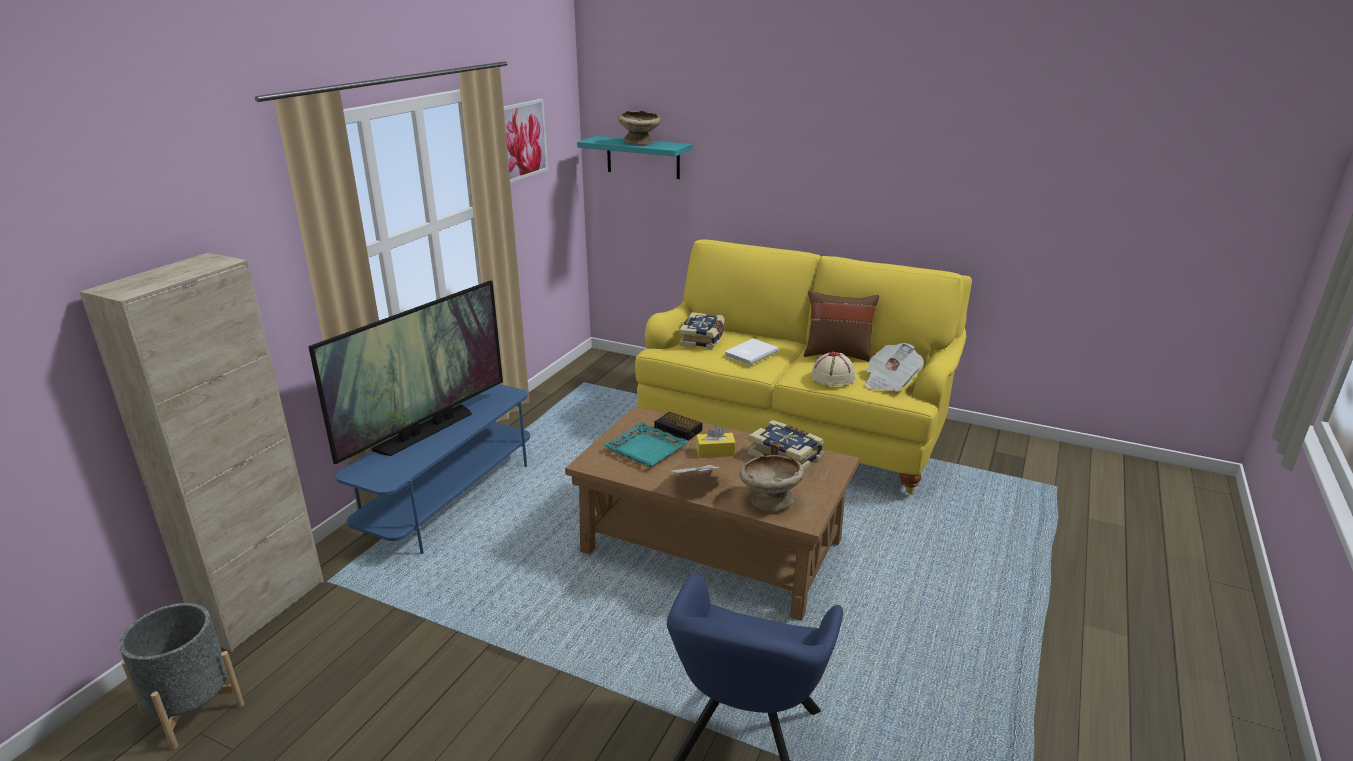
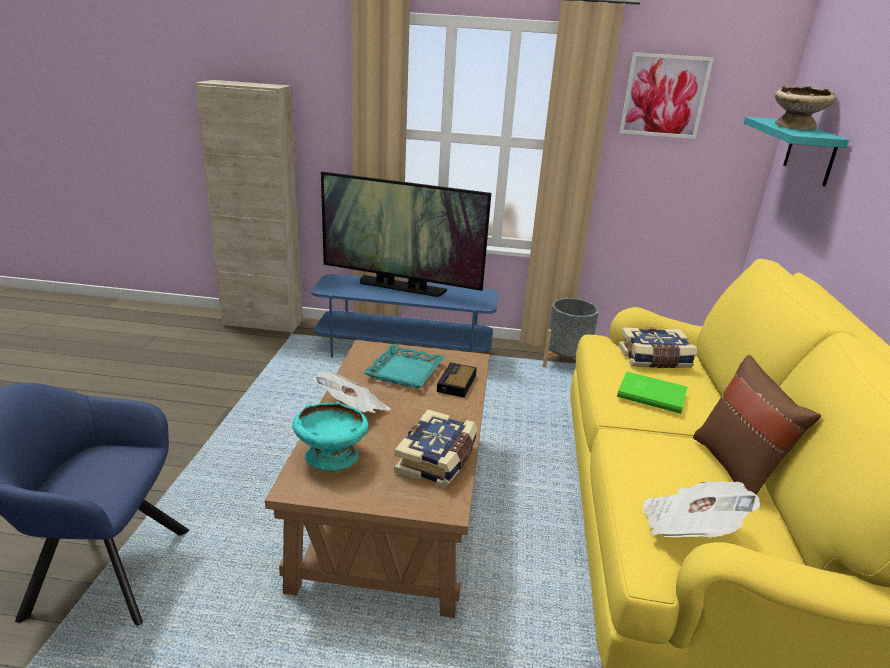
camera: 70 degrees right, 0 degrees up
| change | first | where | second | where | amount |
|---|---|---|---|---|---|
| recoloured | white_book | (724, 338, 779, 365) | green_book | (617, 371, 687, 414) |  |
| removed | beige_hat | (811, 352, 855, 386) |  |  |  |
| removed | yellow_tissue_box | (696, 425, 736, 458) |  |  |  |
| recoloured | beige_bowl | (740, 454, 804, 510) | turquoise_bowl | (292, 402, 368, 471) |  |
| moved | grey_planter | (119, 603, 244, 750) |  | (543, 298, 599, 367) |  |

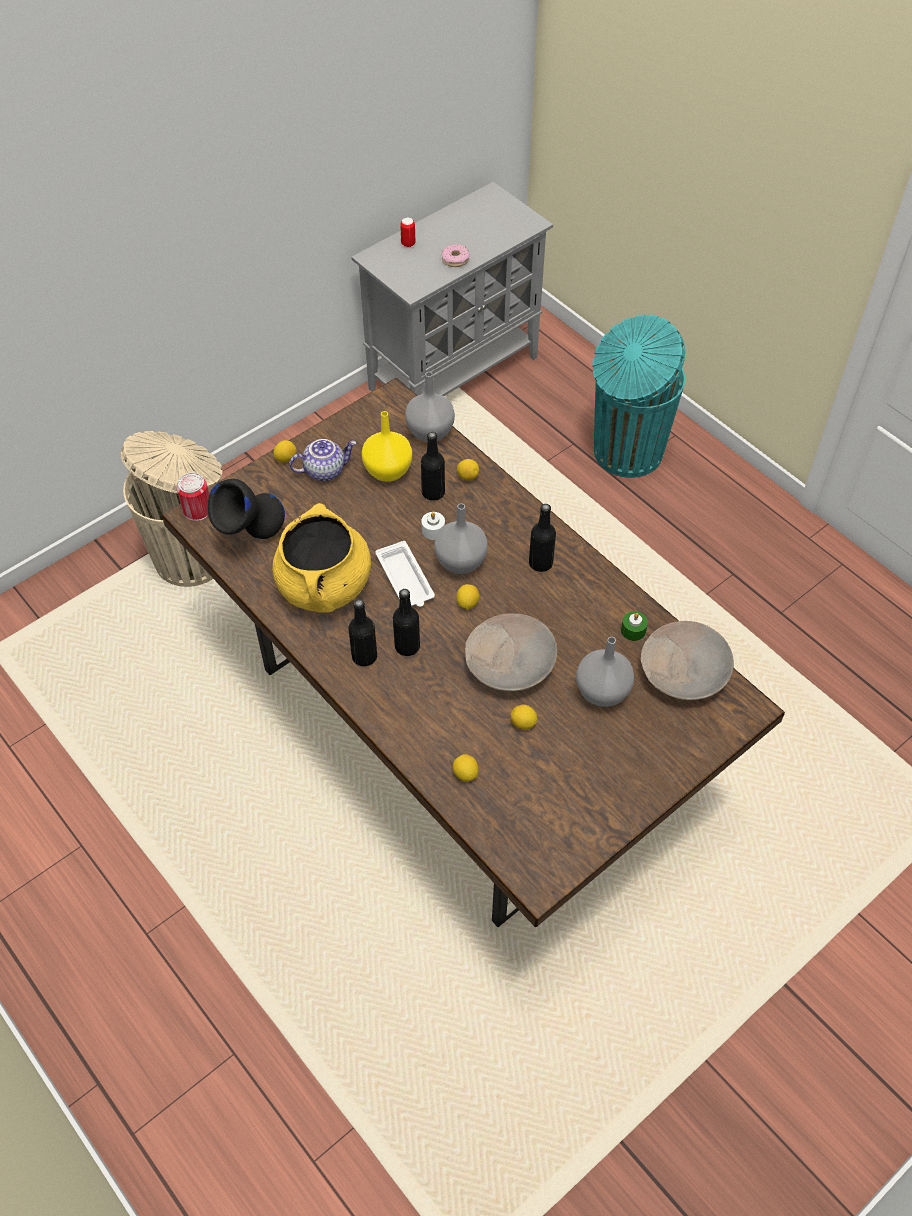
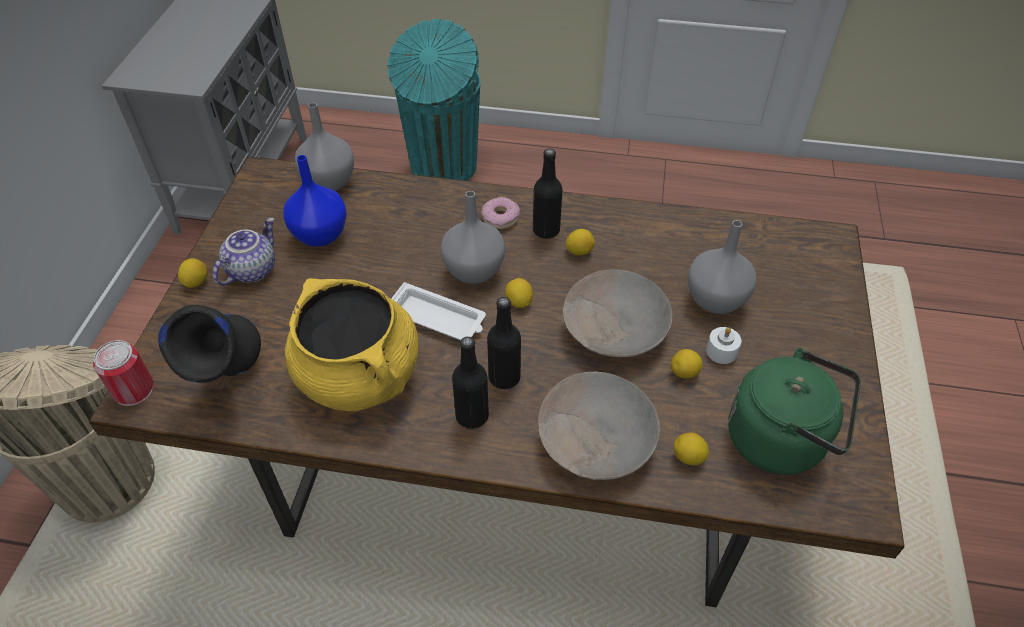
camera: 40 degrees left, 5 degrees down
| change | first | where | second | where | amount |
|---|---|---|---|---|---|
| removed | can | (400, 218, 416, 247) |  |  |  |
| moved | donut | (441, 244, 470, 267) |  | (482, 197, 520, 229) |  |
| recoloured | yellow_vase | (362, 411, 412, 482) | blue_vase | (283, 155, 347, 247) |  |
| removed | black_bottle | (421, 432, 445, 501) |  |  |  |
| moved | lemon | (457, 459, 479, 481) |  | (566, 229, 595, 256) |  |
| moved | white_candle | (421, 512, 445, 540) |  | (706, 327, 741, 364) |  |
| removed | green_candle | (621, 611, 648, 641) |  |  |  |
| moved | beige_bowl | (641, 621, 734, 701) |  | (538, 372, 660, 480) |  |
| added |  |  | green_kettle | (728, 348, 861, 475) |  |

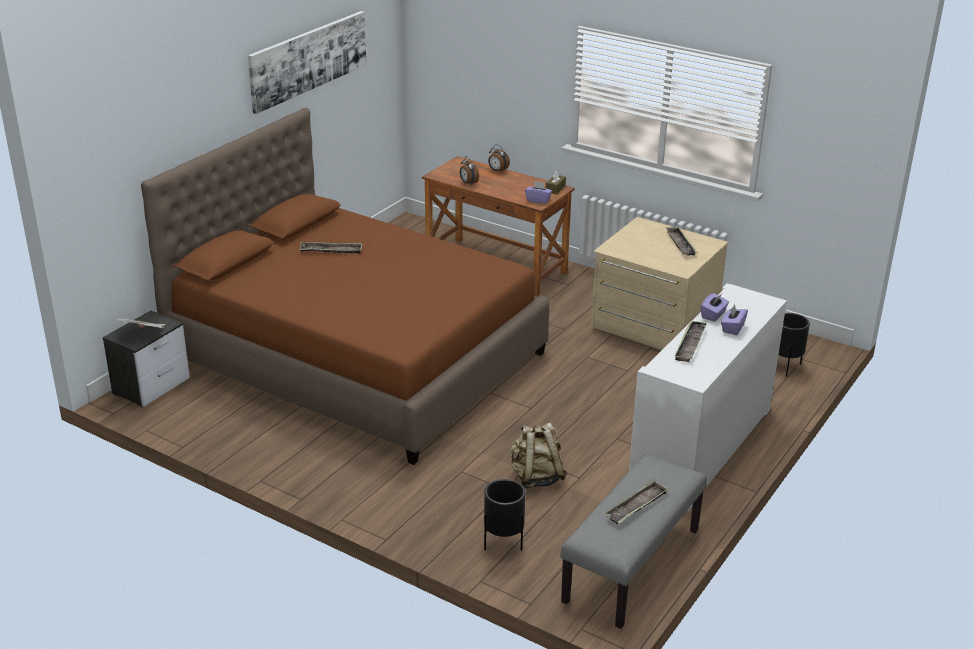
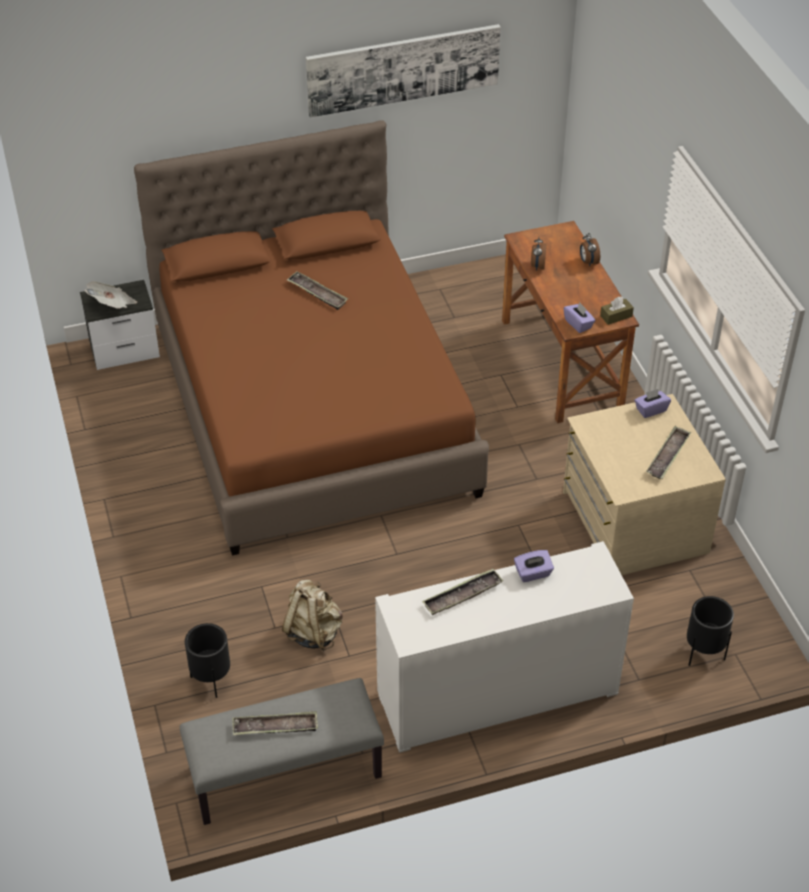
camera: 40 degrees right, 15 degrees up
| change | first | where | second | where | amount |
|---|---|---|---|---|---|
| moved | purple_tissue_box | (721, 305, 748, 335) |  | (635, 389, 671, 418) |  |

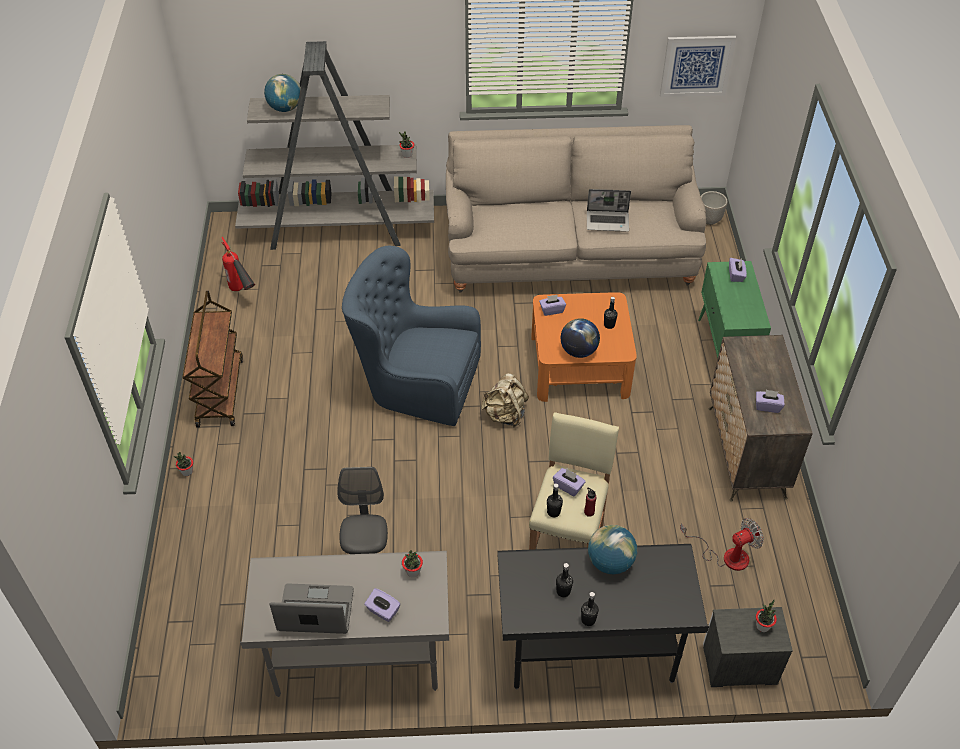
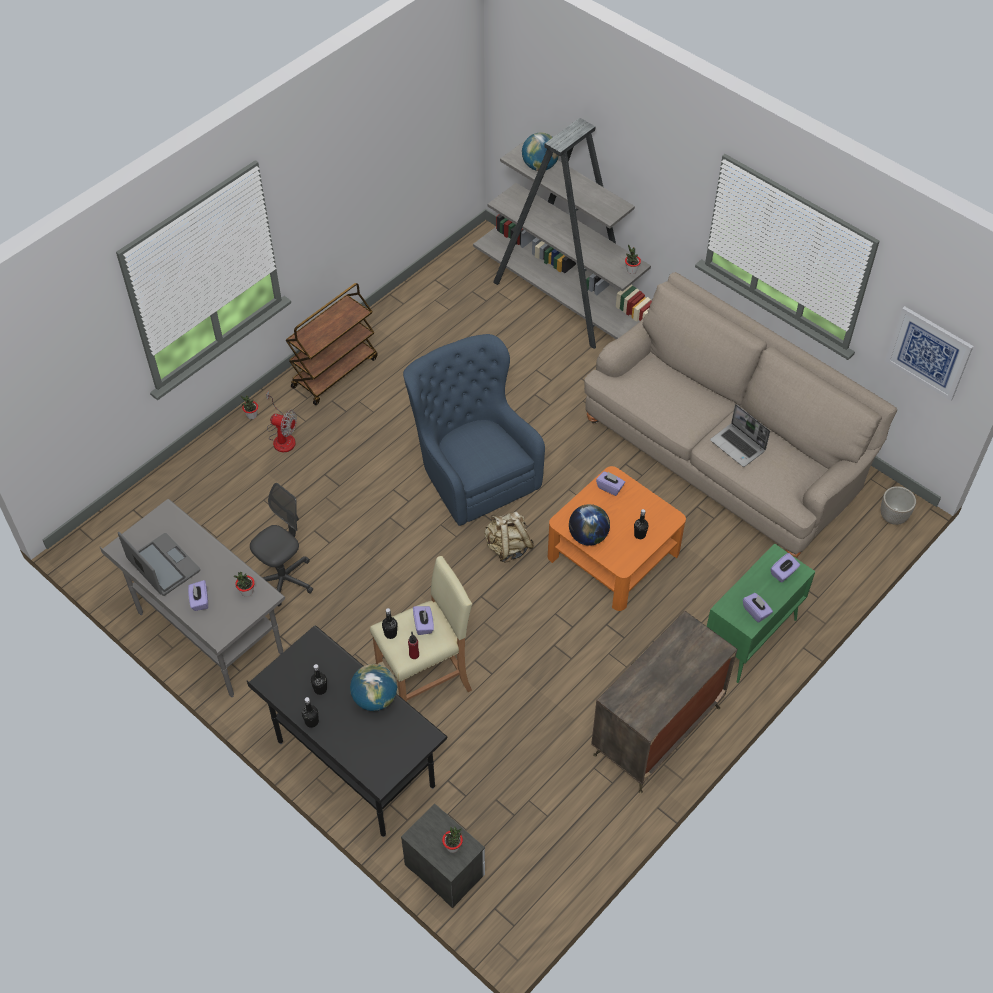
camera: 45 degrees right, 5 degrees up
| change | first | where | second | where | amount |
|---|---|---|---|---|---|
| removed | fire_extinguisher | (221, 237, 255, 291) |  |  |  |
| moved | purple_tissue_box | (756, 389, 785, 413) |  | (743, 593, 773, 622) |  |
| moved | fan | (680, 518, 764, 571) |  | (266, 390, 297, 452) |  |

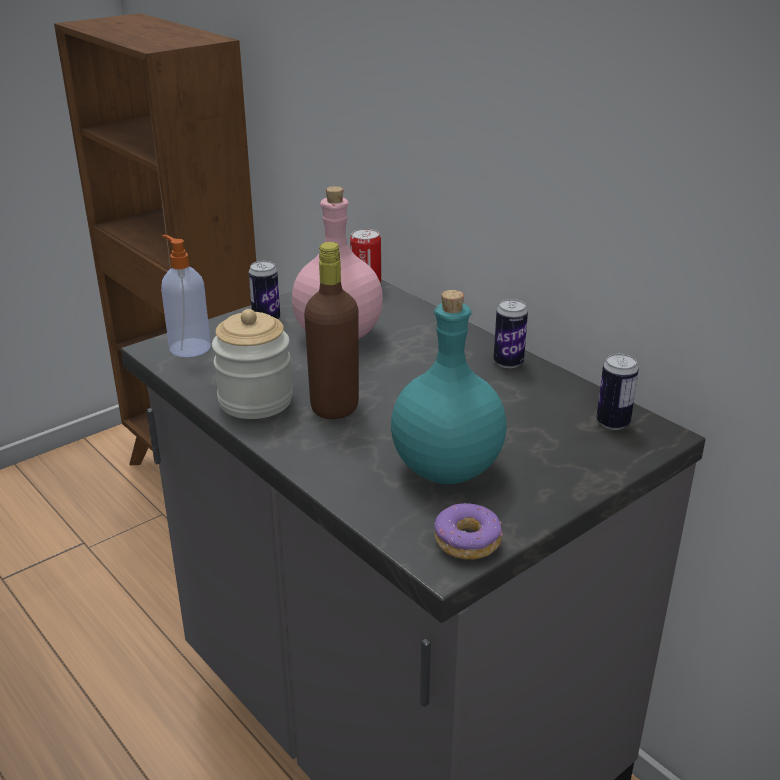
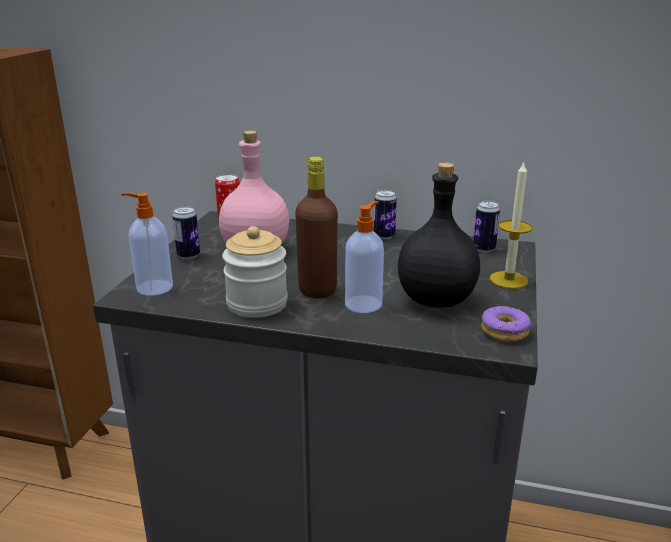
camera: 35 degrees left, 5 degrees down
| change | first | where | second | where | amount |
|---|---|---|---|---|---|
| recoloured | turquoise_bottle | (391, 290, 507, 484) | black_bottle | (398, 163, 480, 308) |  |
| added |  |  | candle | (490, 162, 533, 289) |  |
| added |  |  | soap_dispenser | (345, 201, 384, 313) |  |

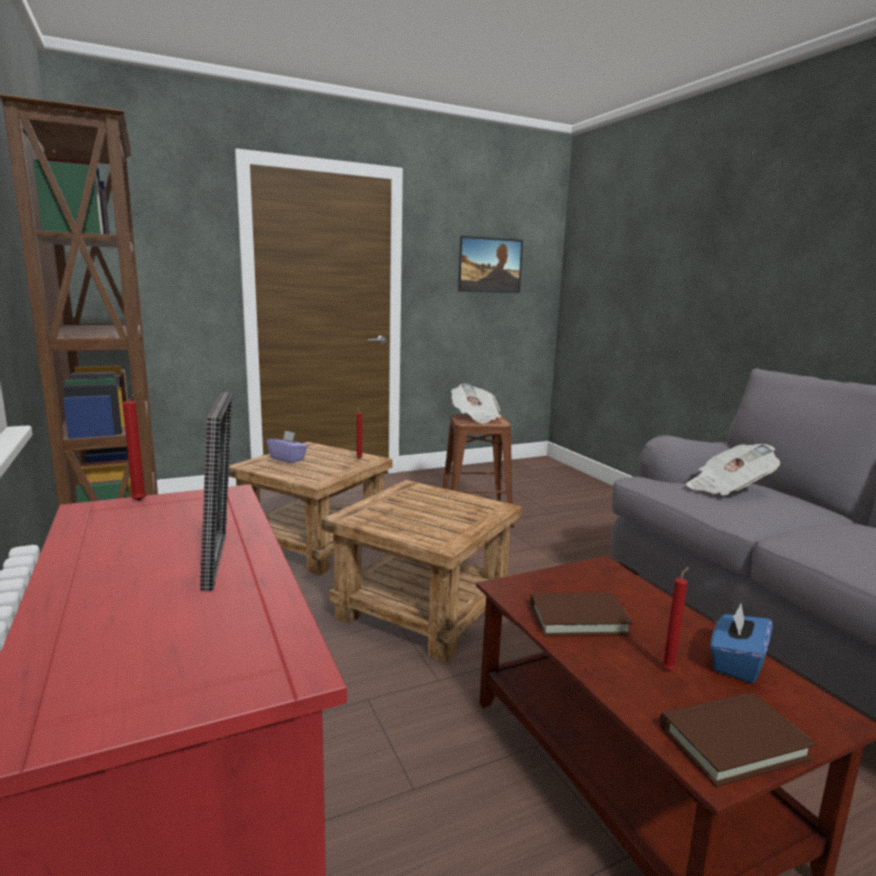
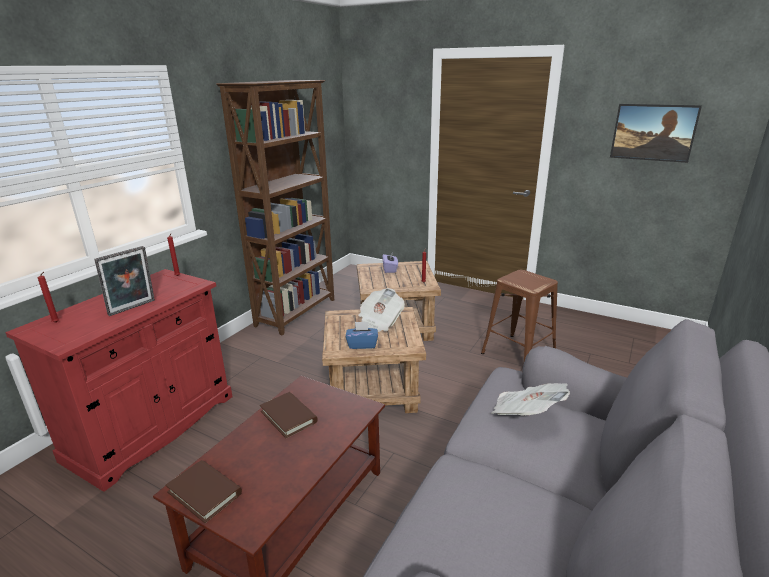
camera: 55 degrees right, 10 degrees up
| change | first | where | second | where | amount |
|---|---|---|---|---|---|
| moved | newspaper | (451, 384, 502, 424) |  | (358, 288, 405, 332) |  |
| moved | red_candle | (662, 567, 689, 671) |  | (38, 272, 59, 323) |  |
| moved | blue_tissue_box | (710, 604, 773, 684) |  | (345, 322, 378, 349) |  |

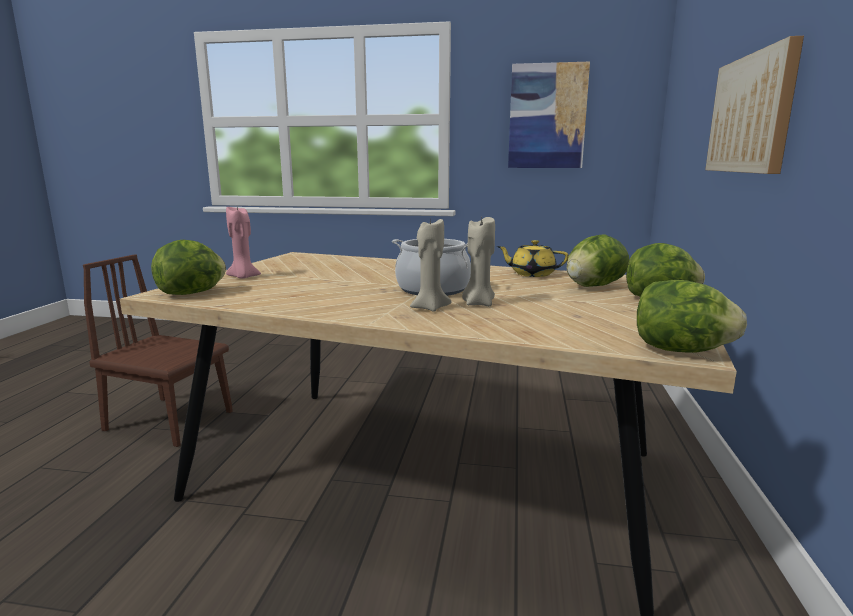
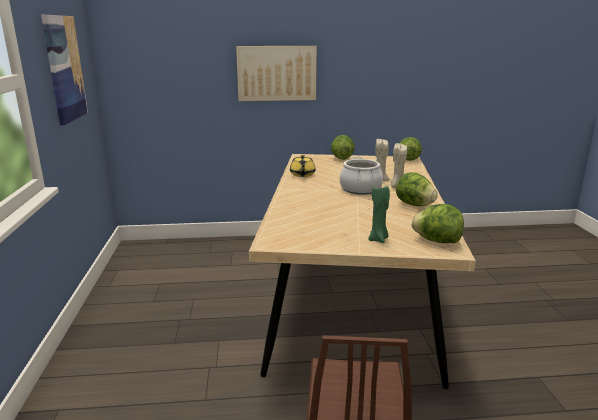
camera: 105 degrees left, 5 degrees up
| change | first | where | second | where | amount |
|---|---|---|---|---|---|
| recoloured | pink_candle | (226, 207, 261, 279) | green_candle | (368, 186, 390, 243) |  |
| moved | lettuce | (566, 234, 629, 287) |  | (396, 172, 438, 206) |  |

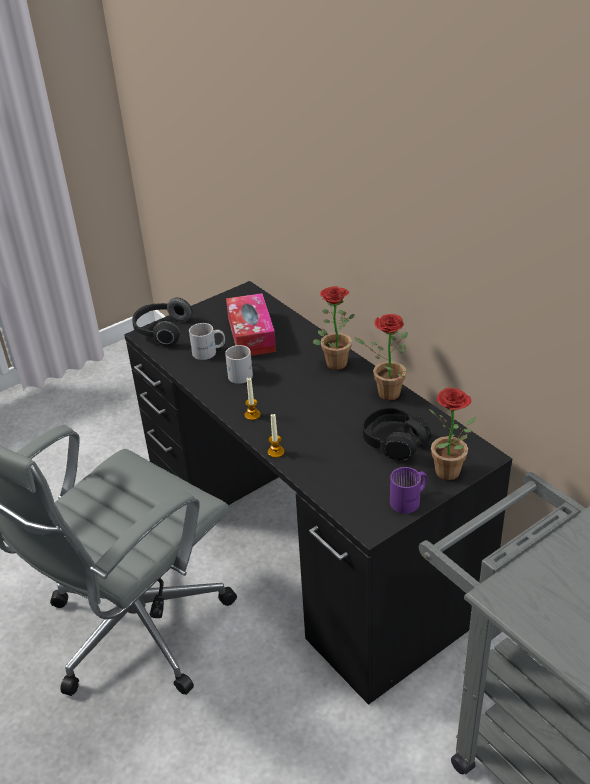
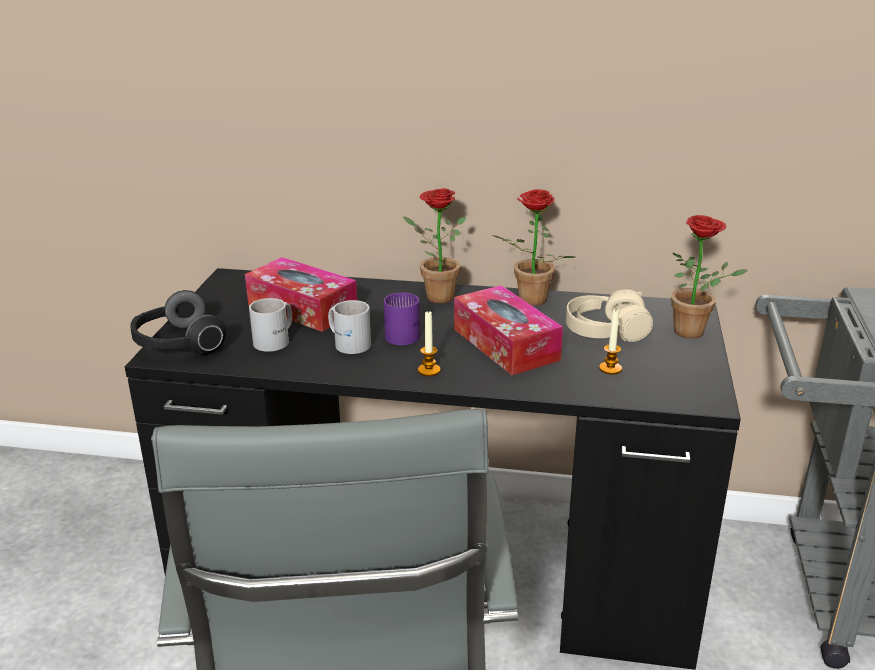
camera: 45 degrees left, 10 degrees down
| change | first | where | second | where | amount |
|---|---|---|---|---|---|
| recoloured | black_headphones | (363, 408, 432, 461) | beige_headphones | (566, 289, 653, 342) |  |
| moved | candle | (268, 414, 284, 458) |  | (599, 310, 622, 375) |  |
| moved | purple_mug | (390, 467, 427, 513) |  | (384, 293, 420, 345) |  |
| added |  |  | tissue_box | (454, 285, 563, 375) |  |

